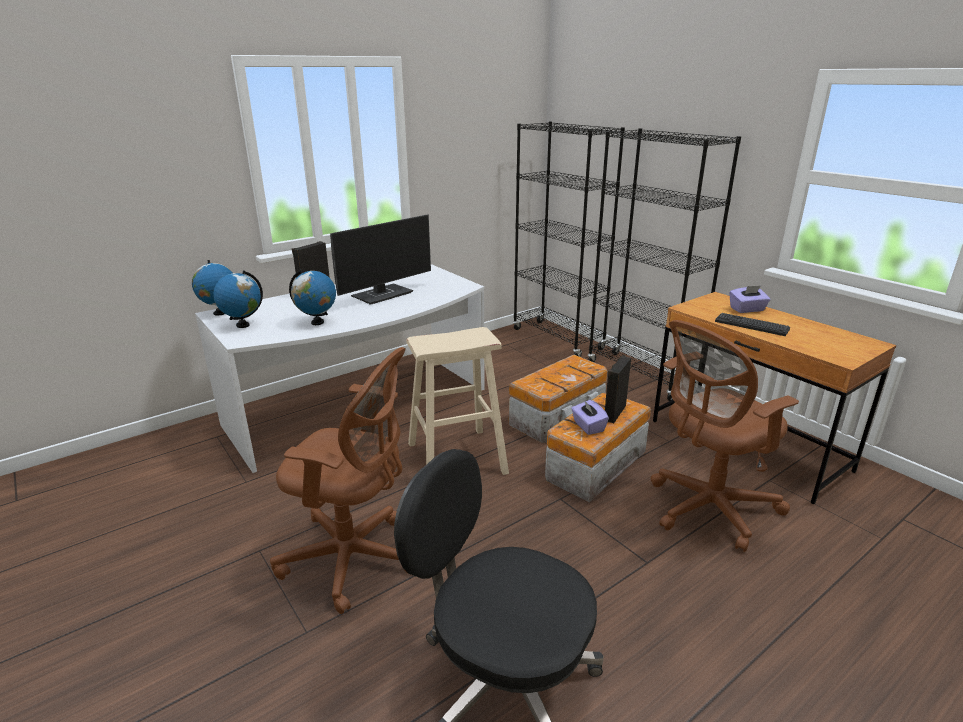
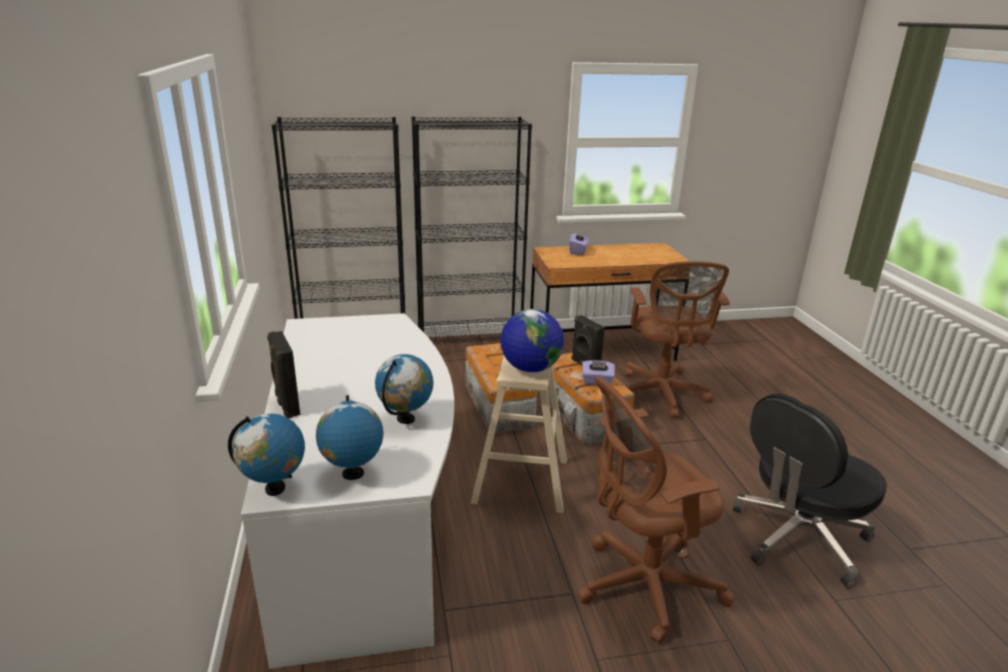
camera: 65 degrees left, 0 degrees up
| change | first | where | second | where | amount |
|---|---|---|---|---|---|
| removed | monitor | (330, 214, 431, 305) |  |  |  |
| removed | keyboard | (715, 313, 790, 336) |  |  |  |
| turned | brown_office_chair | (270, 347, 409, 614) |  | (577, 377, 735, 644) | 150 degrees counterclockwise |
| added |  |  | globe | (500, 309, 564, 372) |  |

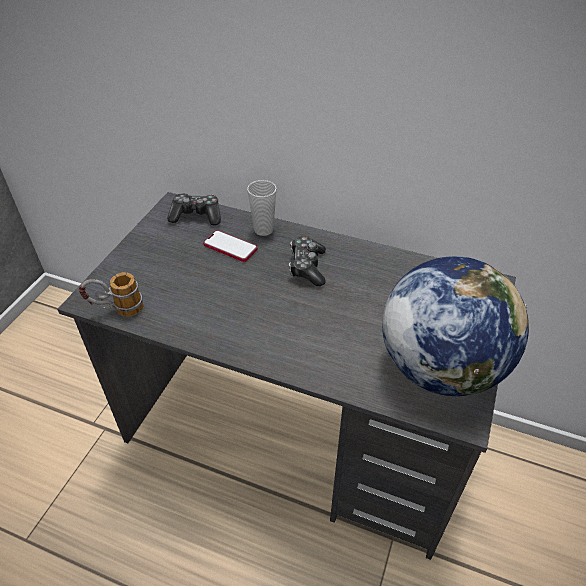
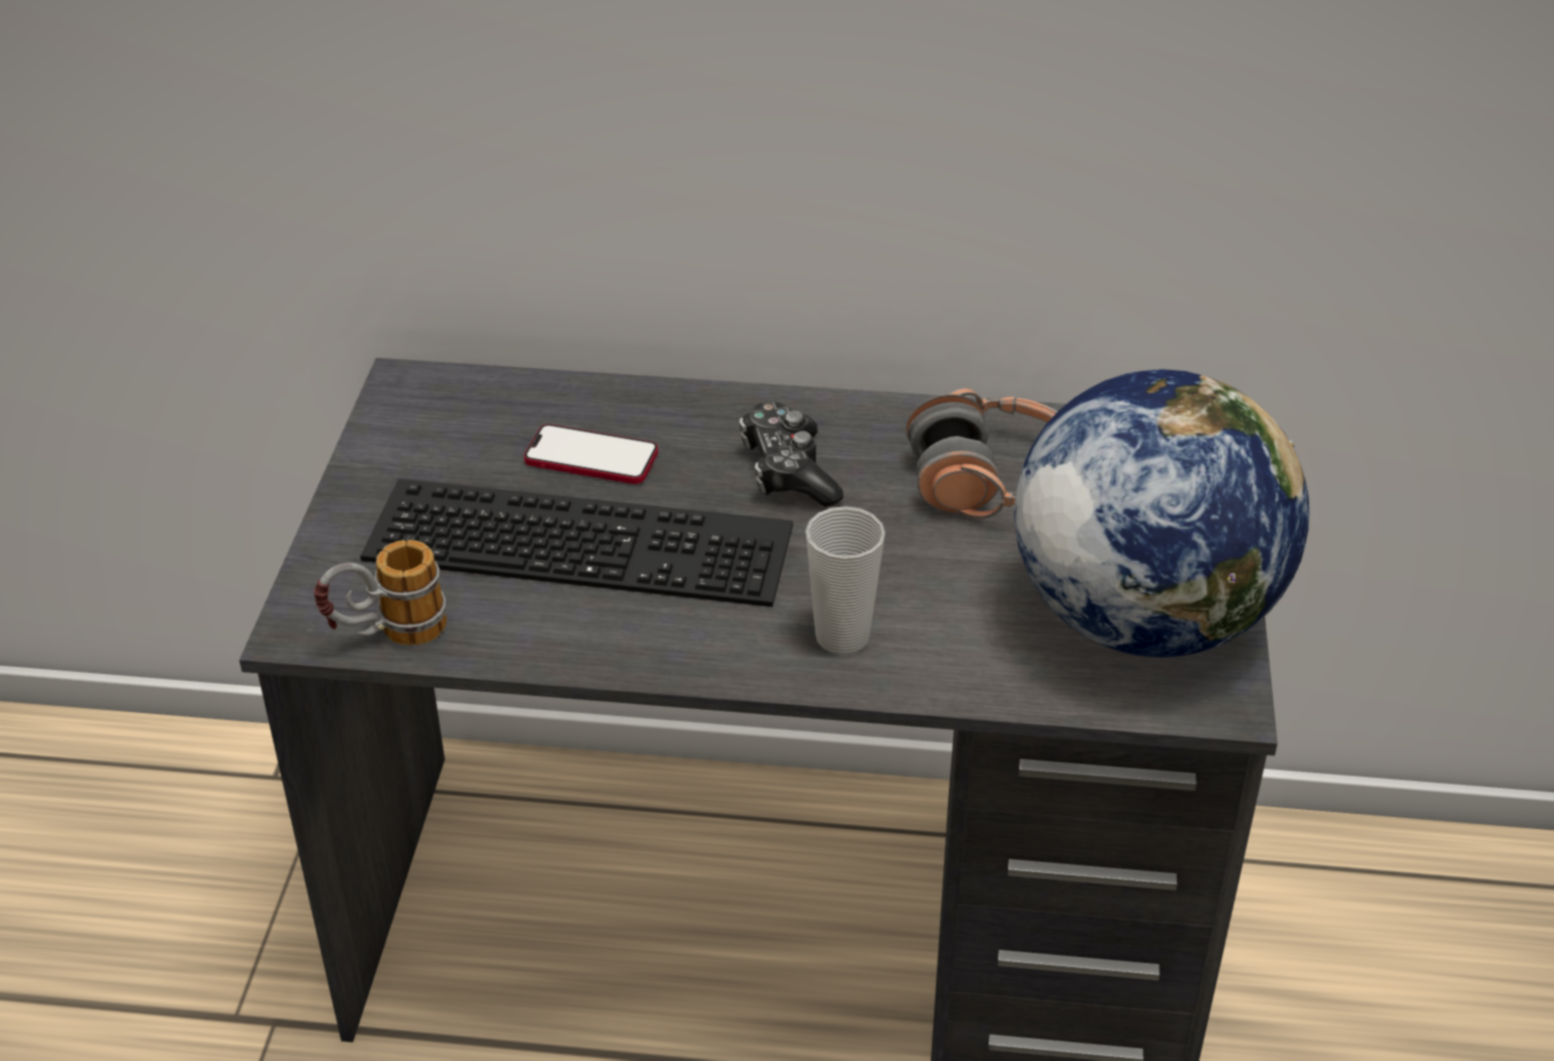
camera: 15 degrees left, 5 degrees down
| change | first | where | second | where | amount |
|---|---|---|---|---|---|
| moved | cup | (247, 180, 276, 236) |  | (806, 506, 885, 655) |  |
| removed | game_controller | (167, 193, 221, 226) |  |  |  |
| added |  |  | headphones | (906, 388, 1058, 519) |  |
| added |  |  | keyboard | (360, 478, 793, 607) |  |

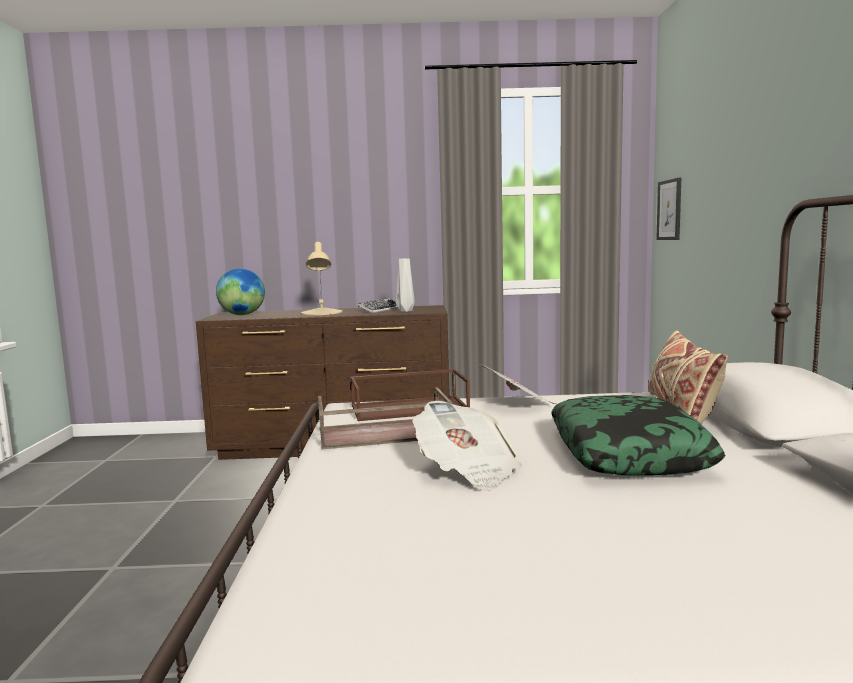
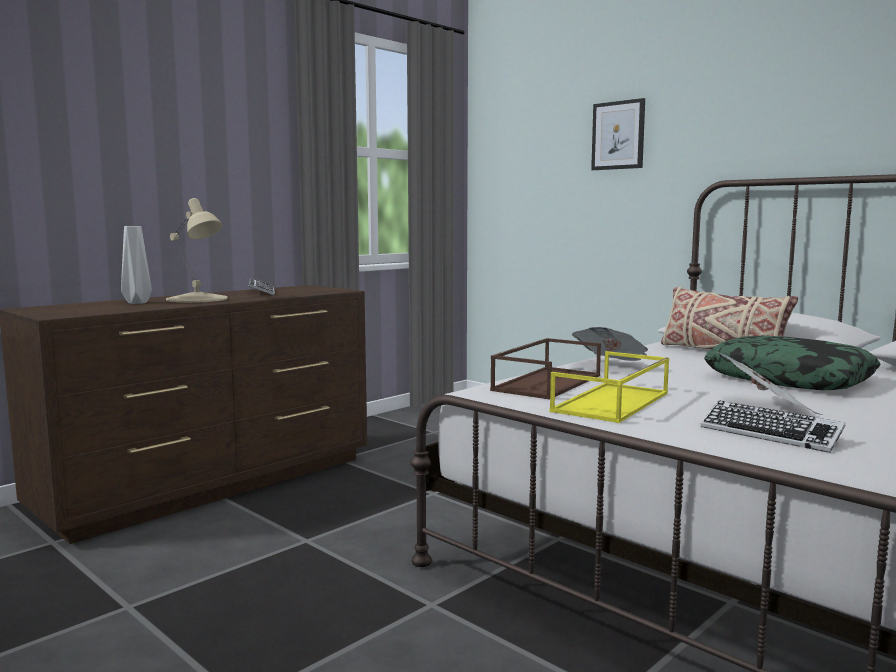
camera: 45 degrees left, 0 degrees up
| change | first | where | second | where | amount |
|---|---|---|---|---|---|
| moved | picture | (656, 178, 681, 240) |  | (591, 98, 645, 170) |  |
| moved | grey_vase | (396, 258, 415, 312) |  | (121, 226, 152, 304) |  |
| removed | globe | (216, 268, 265, 315) |  |  |  |
| recoloured | brown_tray | (318, 387, 452, 450) | yellow_tray | (550, 351, 669, 423) |  |
| added |  |  | keyboard | (701, 401, 845, 453) |  |

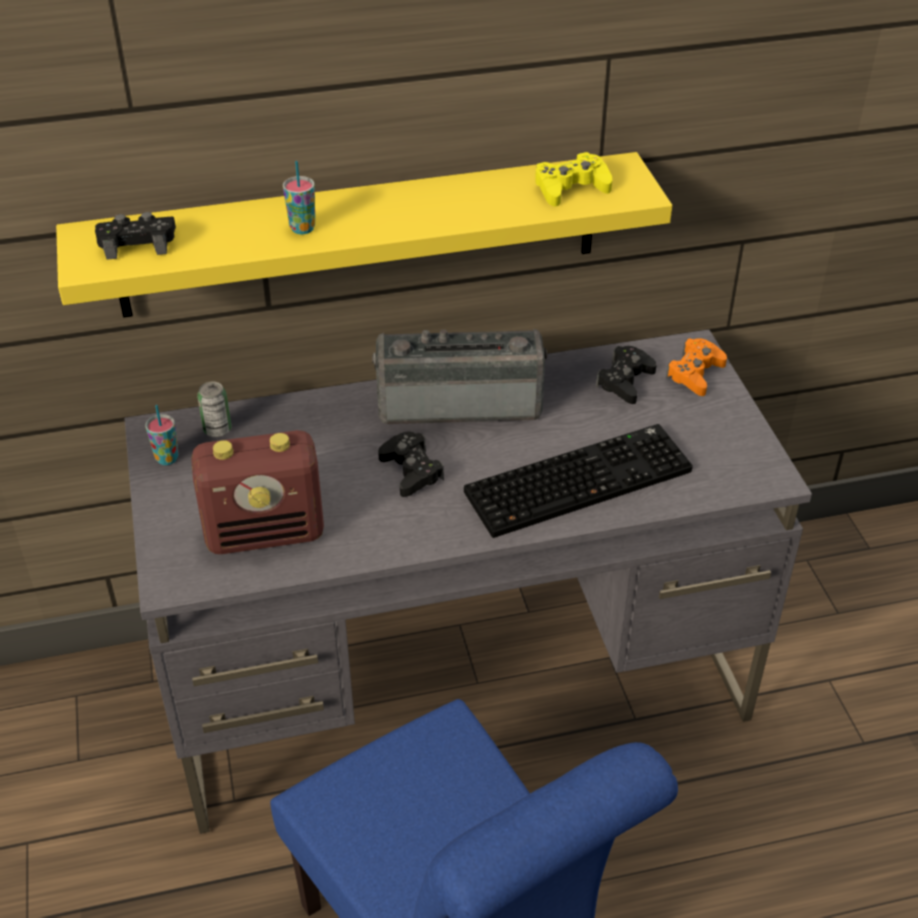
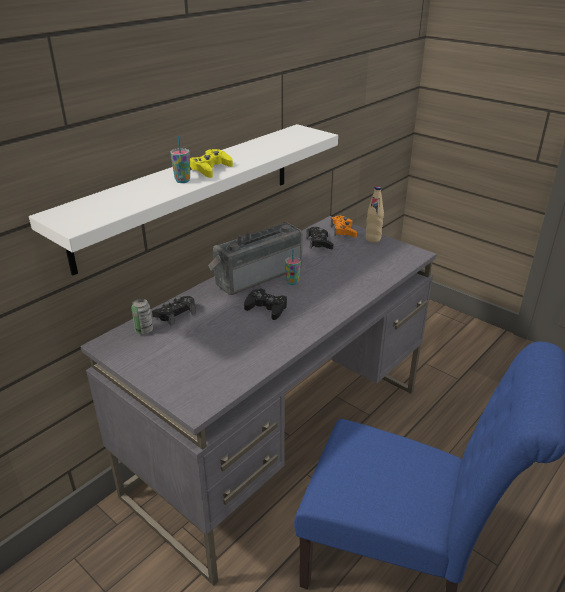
camera: 35 degrees left, 10 degrees down
| change | first | where | second | where | amount |
|---|---|---|---|---|---|
| recoloured | yellow_shelf | (56, 152, 672, 318) | white_shelf | (29, 124, 338, 276) |  |
| moved | yellow_game_controller | (535, 152, 612, 207) |  | (190, 149, 233, 178) |  |
| moved | black_game_controller | (95, 212, 176, 260) |  | (152, 296, 196, 326) |  |
| moved | cup | (145, 405, 179, 465) |  | (285, 249, 301, 285) |  |
| removed | keyboard | (464, 424, 693, 538) |  |  |  |
| removed | radio | (191, 430, 324, 554) |  |  |  |
| added |  |  | beige_bottle | (365, 186, 384, 242) |  |

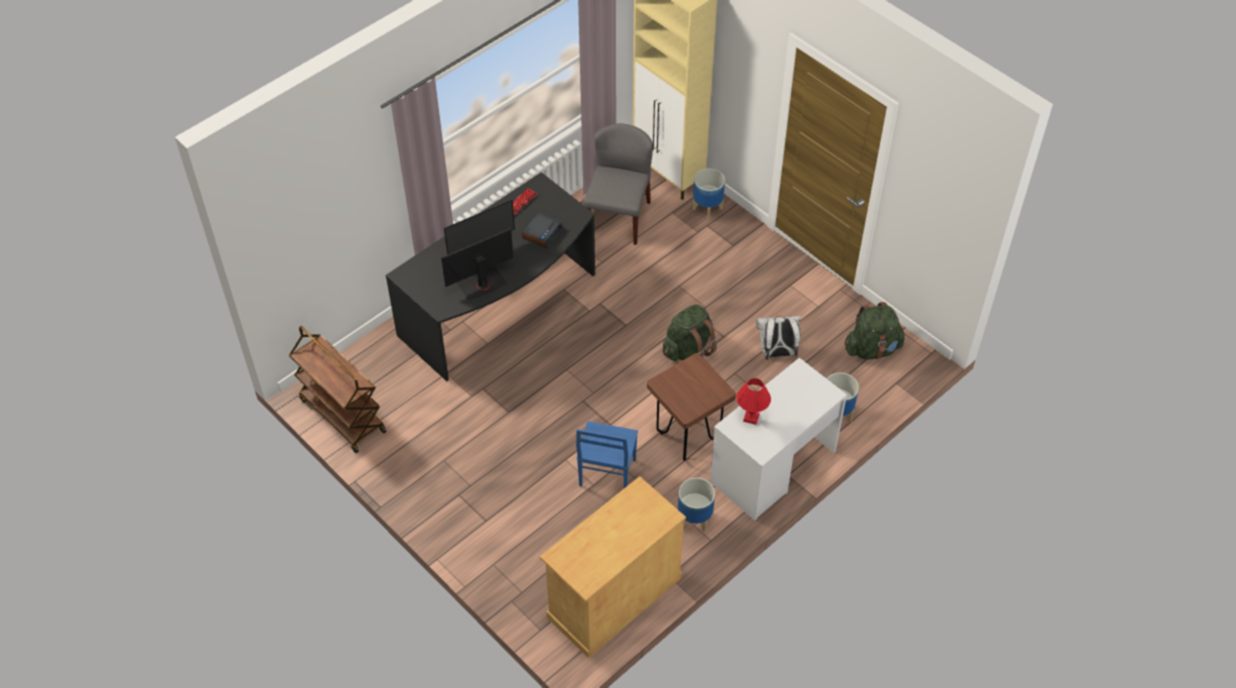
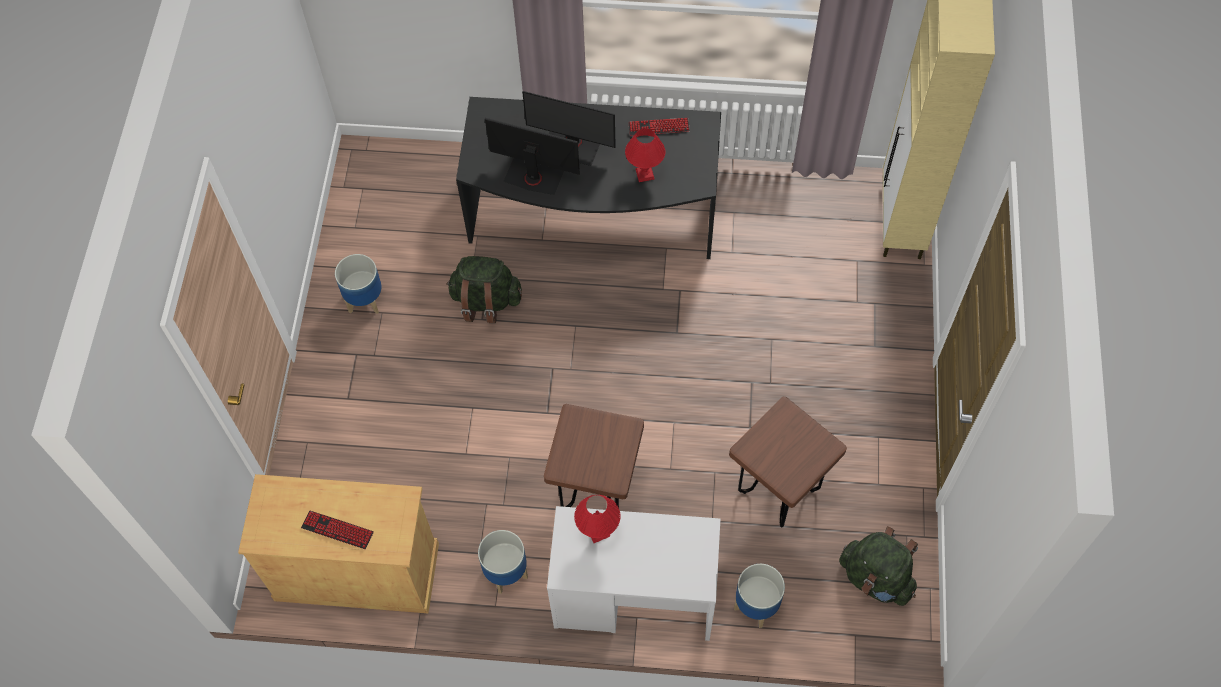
camera: 50 degrees right, 10 degrees up
| change | first | where | second | where | amount |
|---|---|---|---|---|---|
| removed | grey_chair | (583, 124, 653, 245) |  |  |  |
| moved | planter | (692, 168, 725, 220) |  | (335, 254, 382, 314) |  |
| replaced | alarm_clock | (522, 213, 563, 248) | red_table_lamp | (625, 128, 665, 182) |  |
| moved | green_backpack | (663, 304, 717, 361) |  | (446, 256, 522, 323) |  |
| replaced | white_backpack | (756, 315, 801, 359) | brown_stool | (729, 396, 847, 527) |  |
| removed | brown_cart | (289, 326, 386, 453) |  |  |  |
| removed | blue_chair | (576, 421, 638, 488) |  |  |  |
| added |  |  | keyboard | (301, 511, 374, 549) |  |

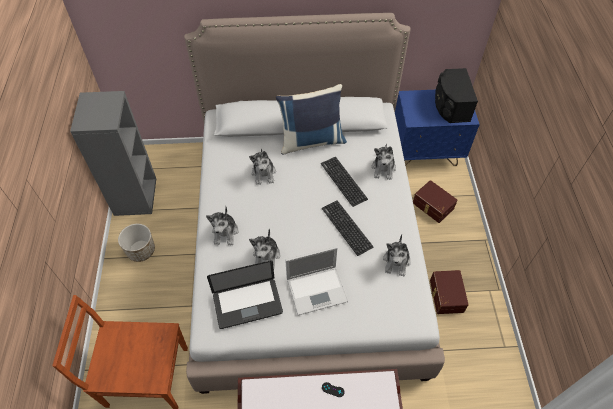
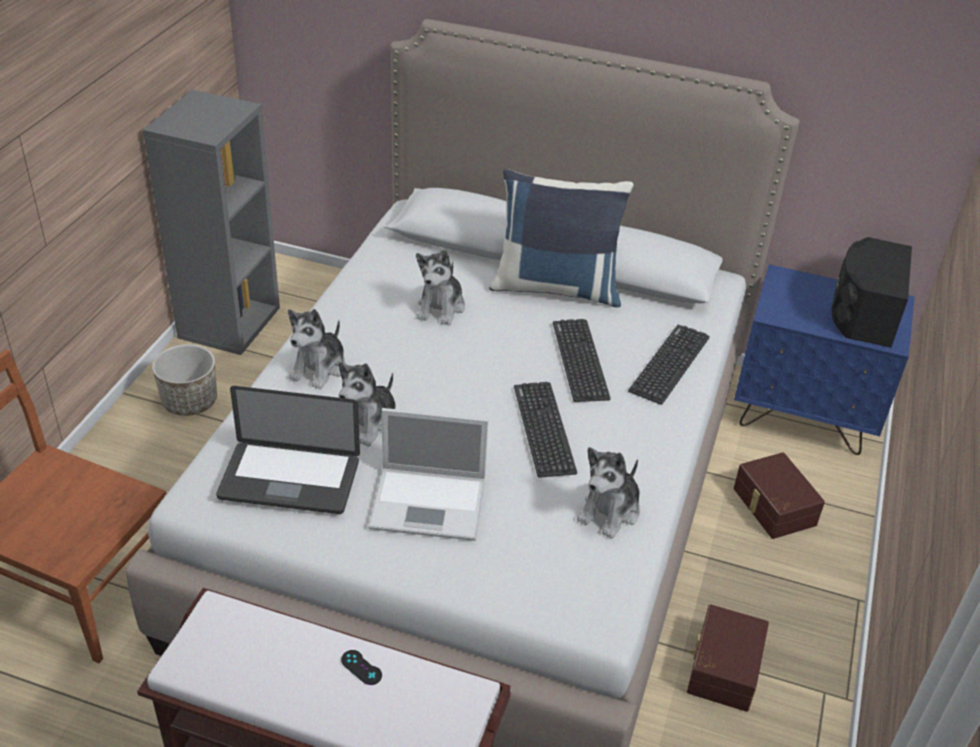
camera: 20 degrees right, 15 degrees down
| change | first | where | second | where | amount |
|---|---|---|---|---|---|
| replaced | plush_toy | (372, 144, 396, 180) | keyboard | (628, 325, 710, 405) |  |

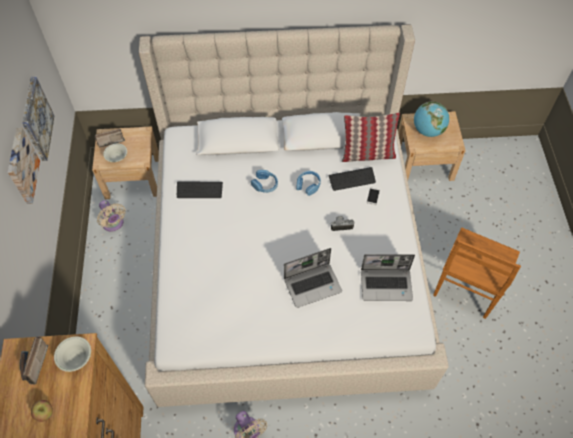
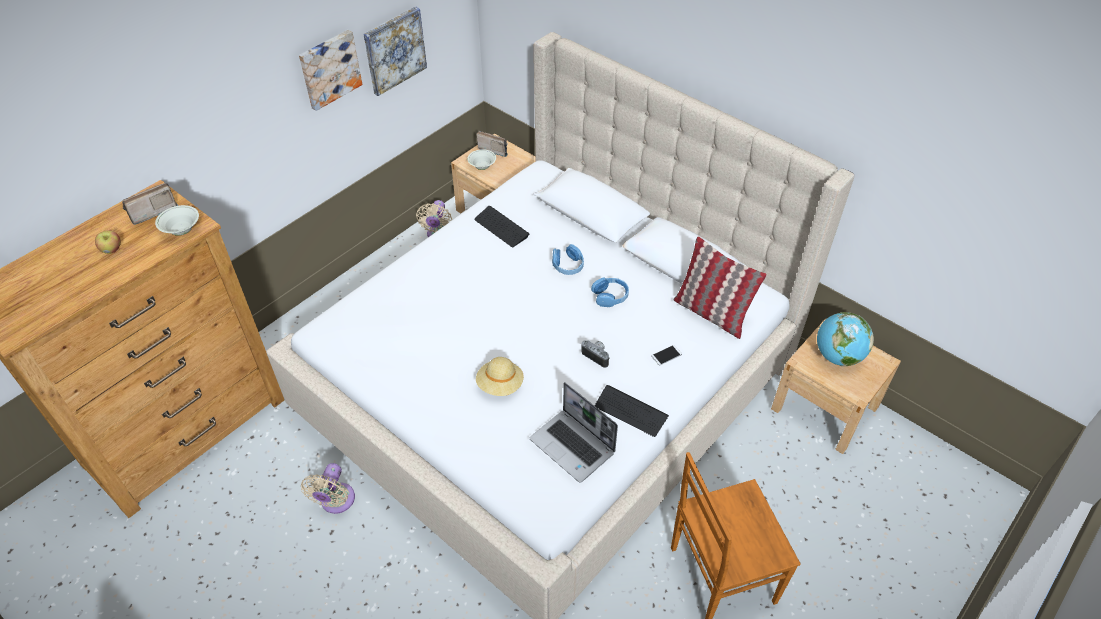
camera: 45 degrees right, 10 degrees down
| change | first | where | second | where | amount |
|---|---|---|---|---|---|
| moved | keyboard | (328, 167, 376, 191) |  | (595, 385, 669, 437) |  |
| replaced | laptop | (284, 248, 342, 308) | beige_hat | (476, 357, 524, 396) |  |

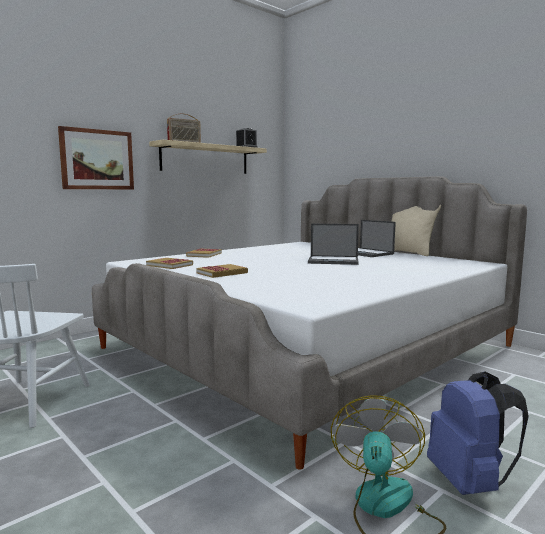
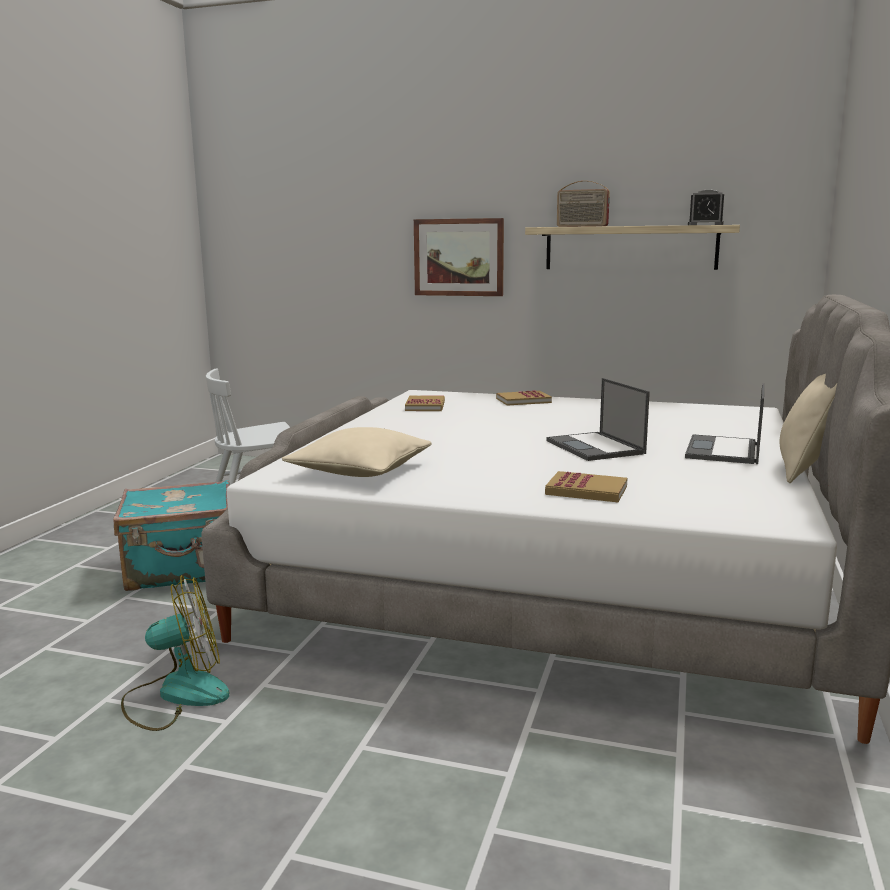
camera: 60 degrees right, 5 degrees up
| change | first | where | second | where | amount |
|---|---|---|---|---|---|
| moved | book | (196, 264, 248, 278) |  | (545, 471, 627, 502) |  |
| removed | blue_backpack | (427, 371, 529, 495) |  |  |  |
| added |  |  | beige_pillow | (282, 427, 432, 477) |  |
| added |  |  | turquoise_suitcase | (113, 480, 230, 591) |  |

